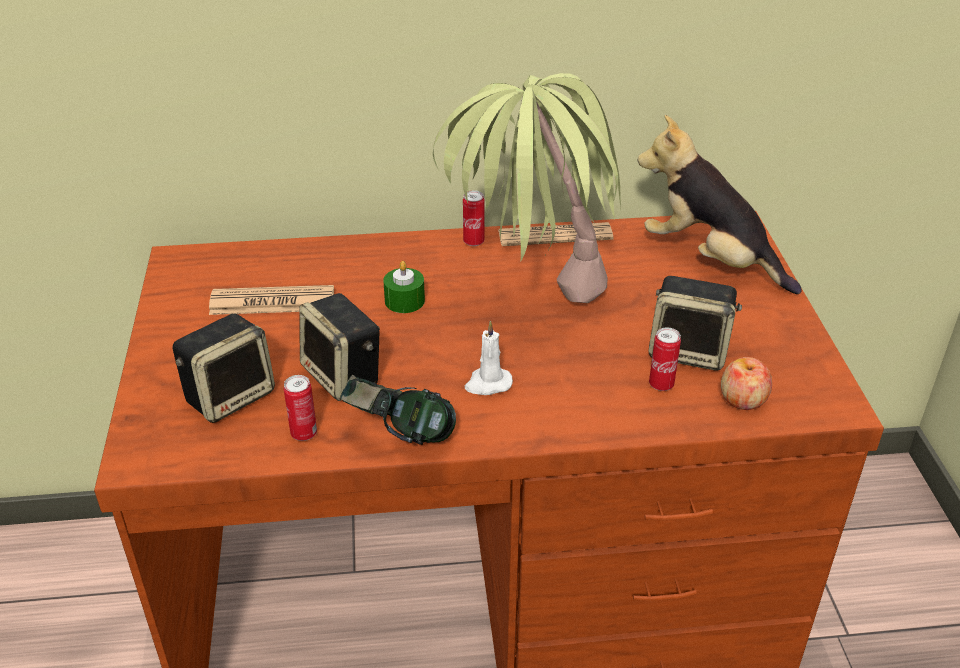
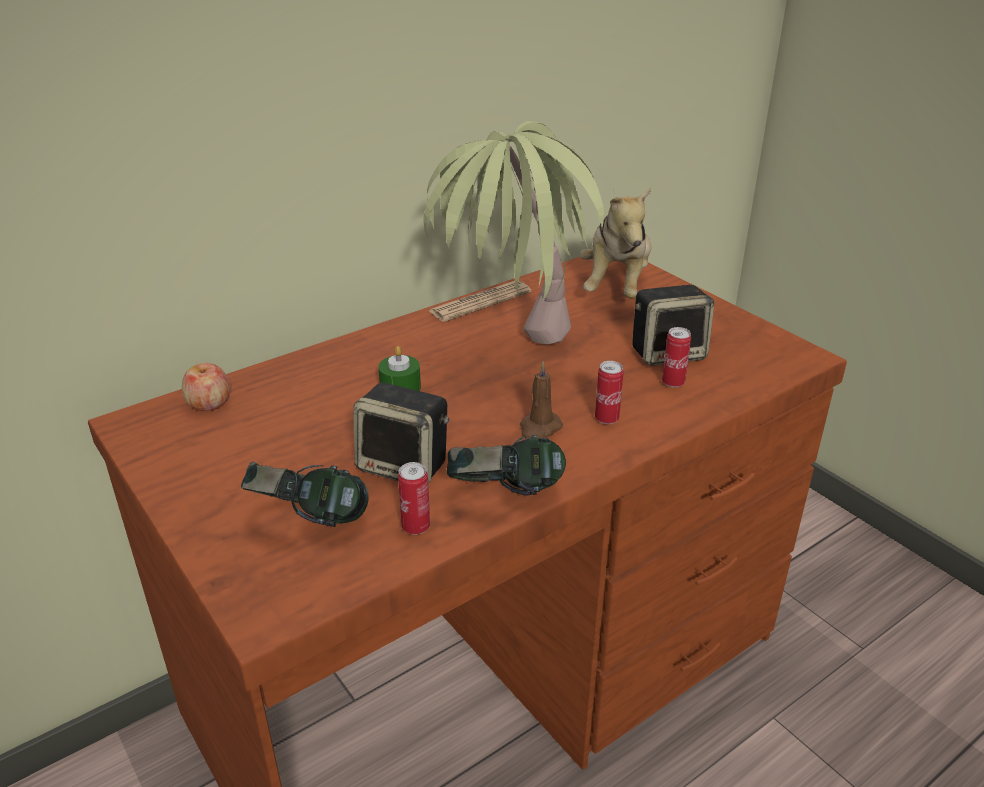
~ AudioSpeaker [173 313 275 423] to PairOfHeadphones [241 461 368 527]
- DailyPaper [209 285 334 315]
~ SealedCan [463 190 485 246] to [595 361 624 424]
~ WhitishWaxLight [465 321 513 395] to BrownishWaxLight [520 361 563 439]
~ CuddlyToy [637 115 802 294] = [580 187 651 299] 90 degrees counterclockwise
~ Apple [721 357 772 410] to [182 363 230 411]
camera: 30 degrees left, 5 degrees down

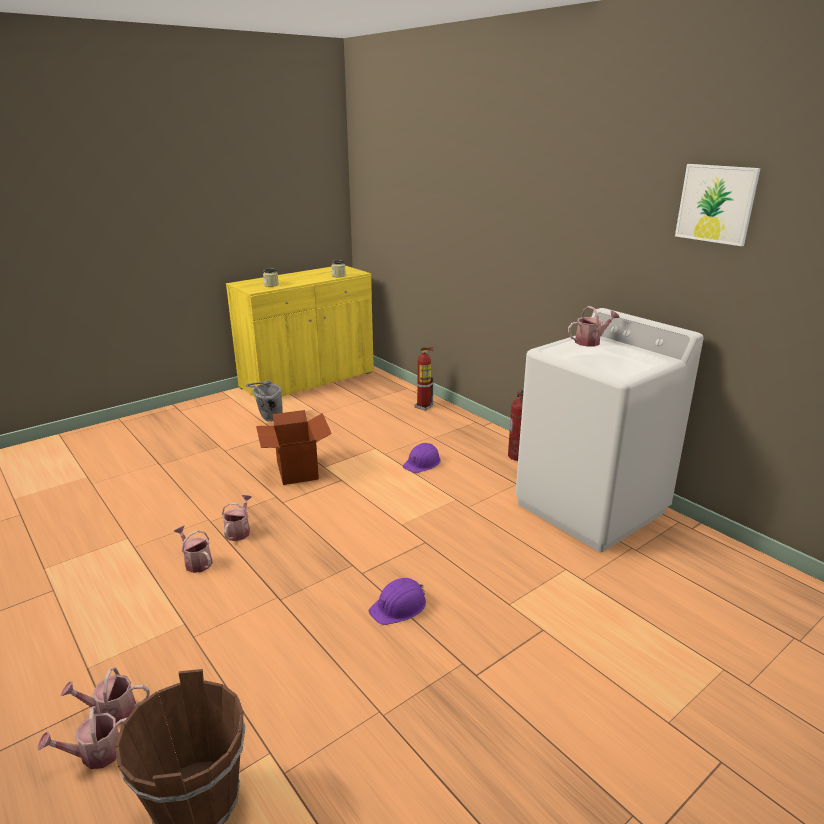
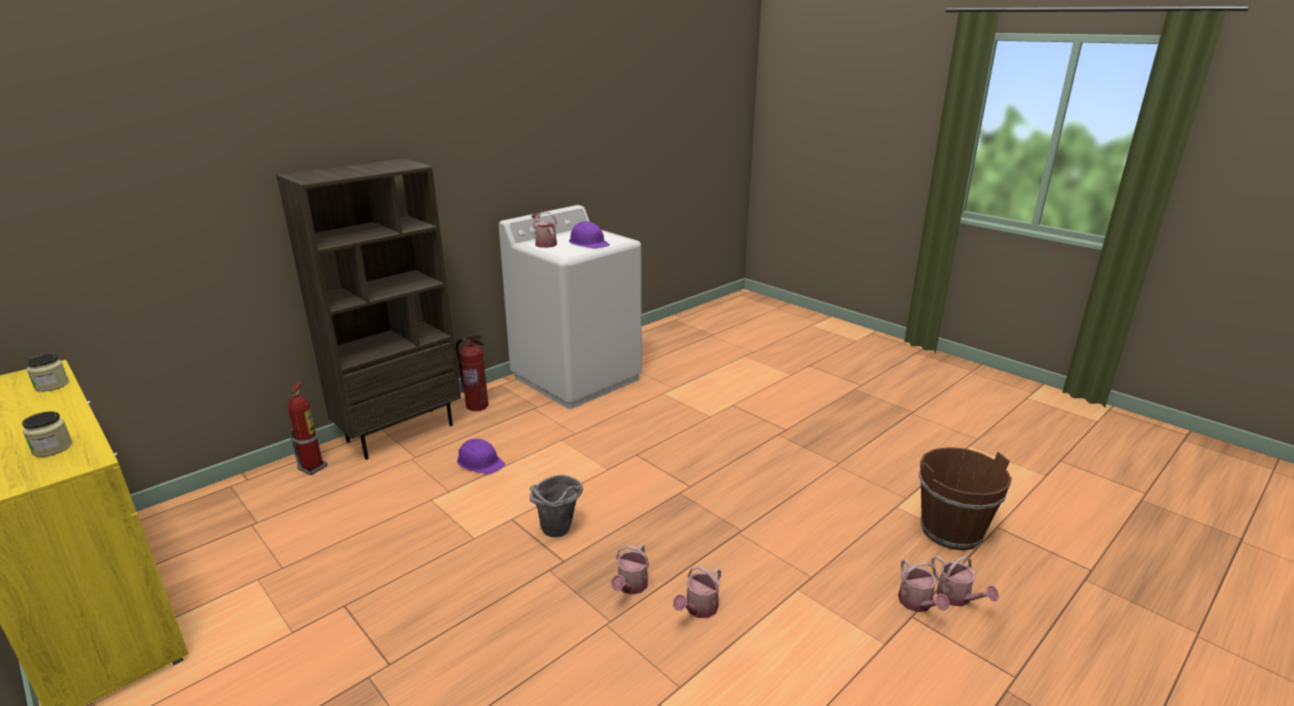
~ SprinklingCan [222 495 252 541] = [611 544 649 595] 75 degrees counterclockwise
~ GreyWaterBucket [246 380 283 421] to [529 475 583 537]
- PackingBox [256 410 332 485]
~ PurplishSafetyHelmet [369 578 426 625] to [569 221 610 248]
- Picture [675 164 761 246]
+ BrownishBookcase [276 158 461 460]
camera: 95 degrees left, 0 degrees up

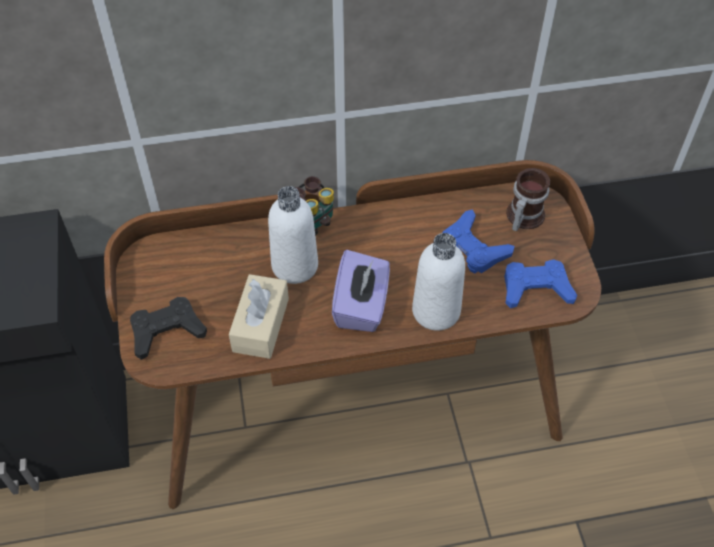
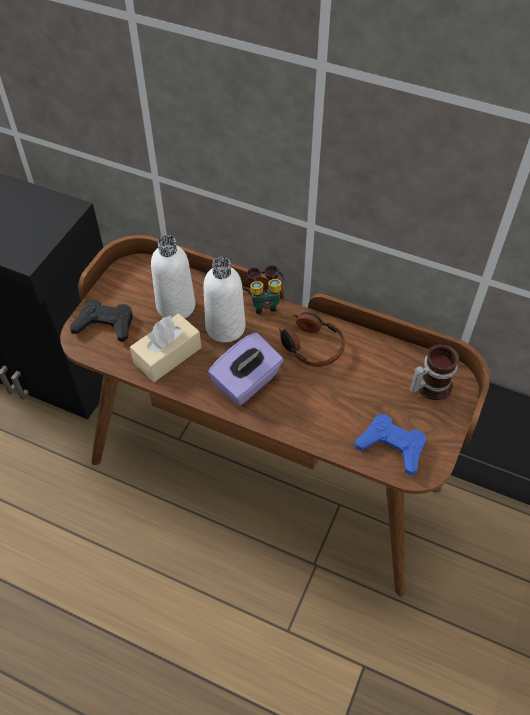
~ WhitishBeverageBottle [412 233 465 331] to [151 235 195 318]
- BlueGameController [442 209 515 273]
+ PairOfHeadphones [278 312 345 367]
camera: 35 degrees right, 0 degrees up

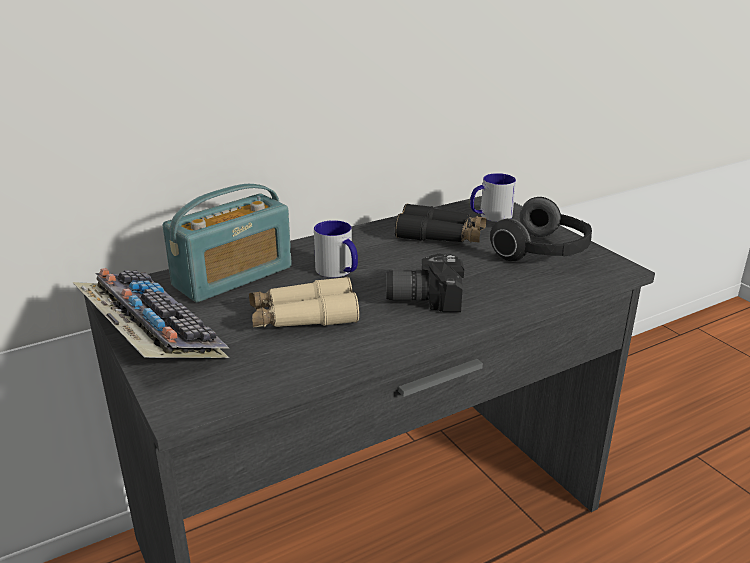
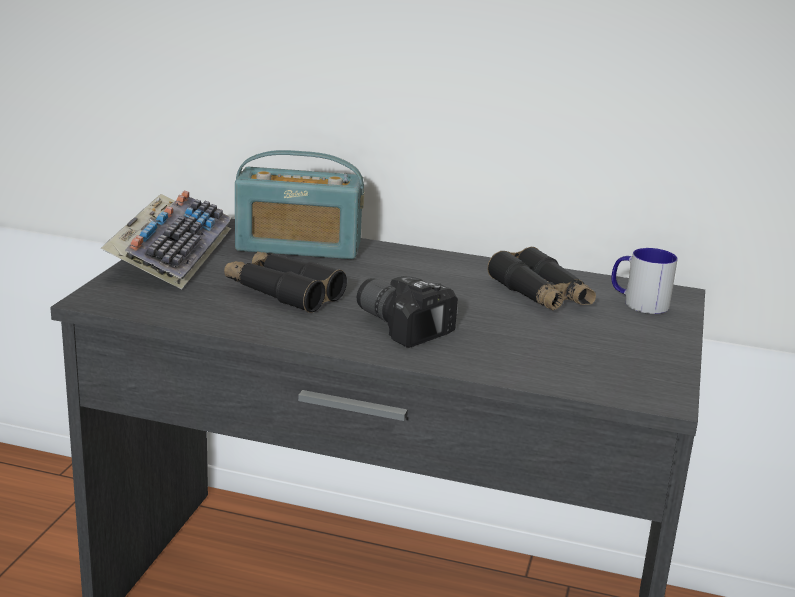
~ BeigeBinoculars [249 276 359 327] to BlackColouredBinoculars [224 251 347 313]
- Mug [314 220 358 278]
- PairOfHeadphones [490 197 592 262]
camera: 45 degrees right, 5 degrees down

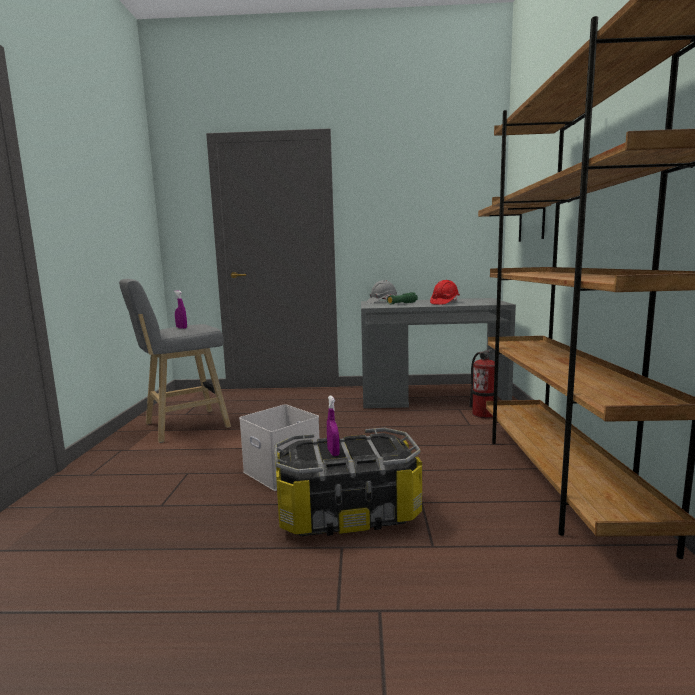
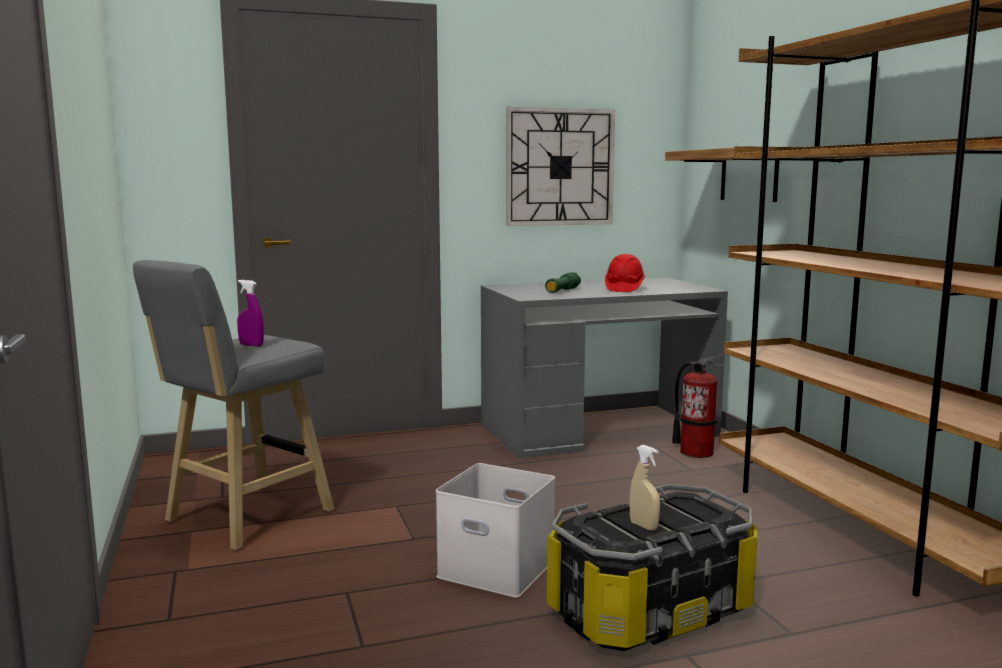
~ PurplishSprayer [327 396 340 456] to BeigeSprayer [630 445 660 531]
- GreySafetyHelmet [367 280 398 303]
+ WallClock [506 107 615 226]
camera: 20 degrees left, 0 degrees up

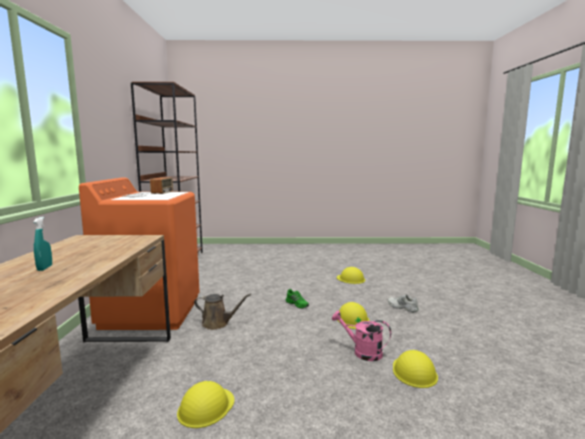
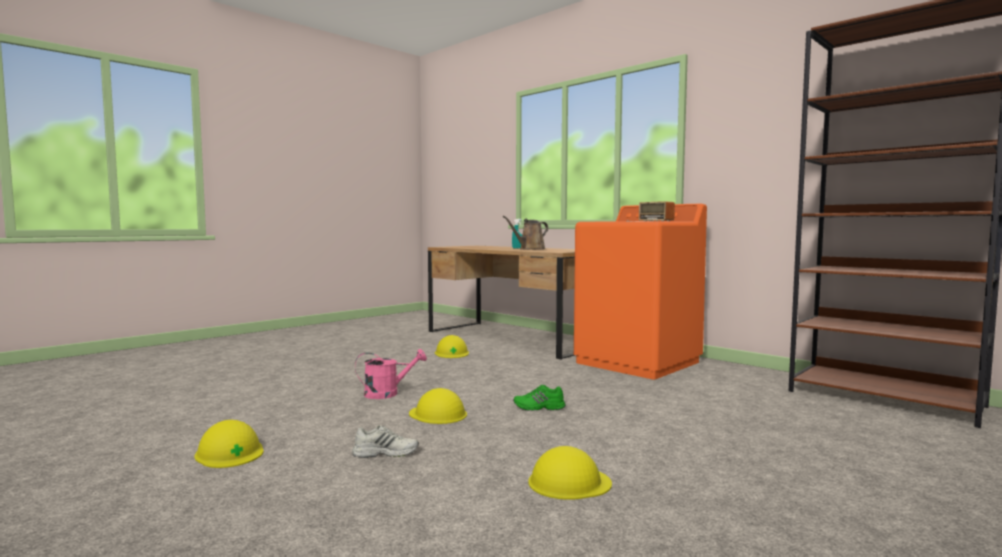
~ BrownishSprinklingCan [194 294 251 330] to [503 216 548 250]
~ YellowSafetyHelmet [393 350 438 388] to [194 420 263 468]
camera: 135 degrees right, 5 degrees down

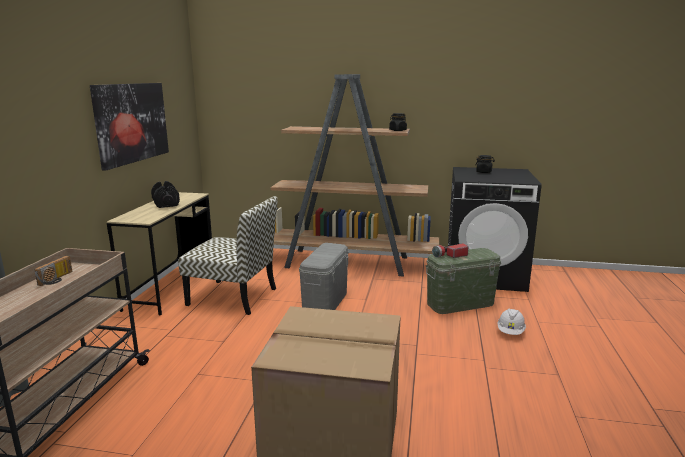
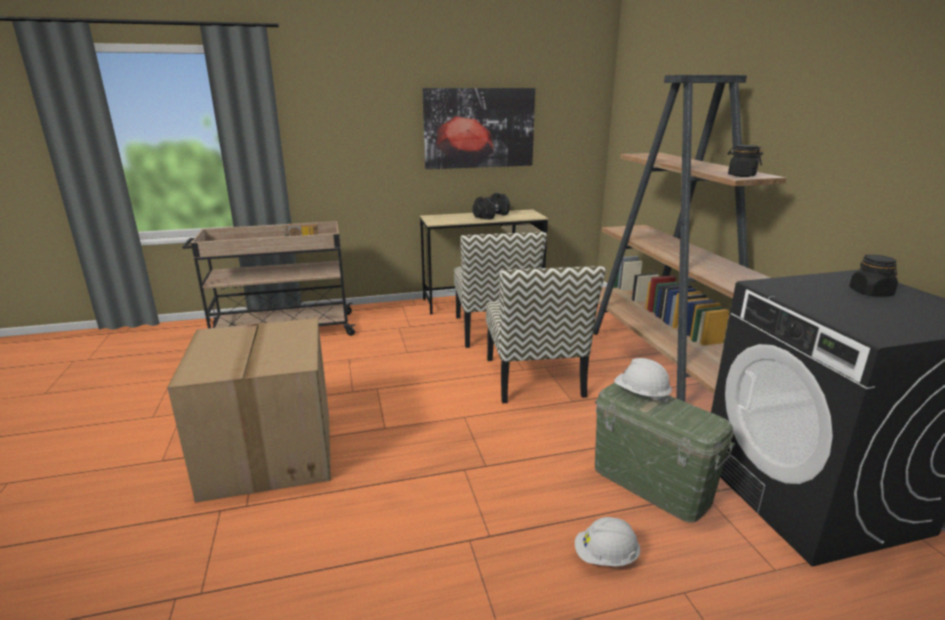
~ GreyStorageContainer [299 243 349 310] to PlainChair [486 266 606 403]
~ Flashlight [432 243 468 258] to WhitishSafetyHelmet [614 358 672 403]
camera: 65 degrees right, 5 degrees up

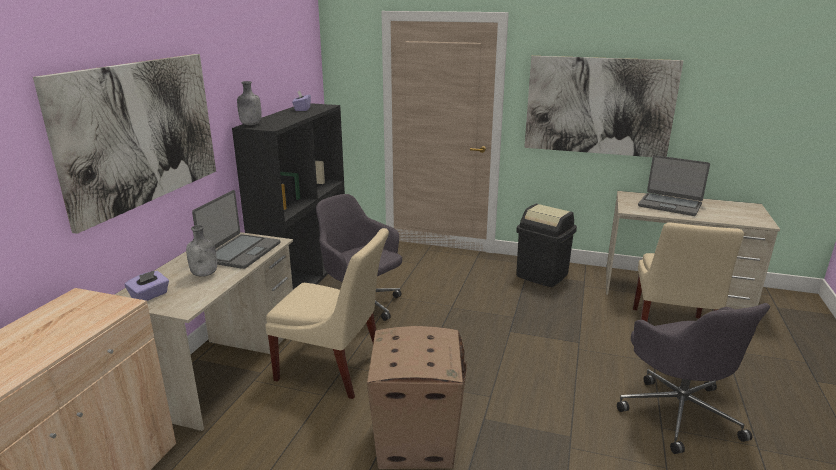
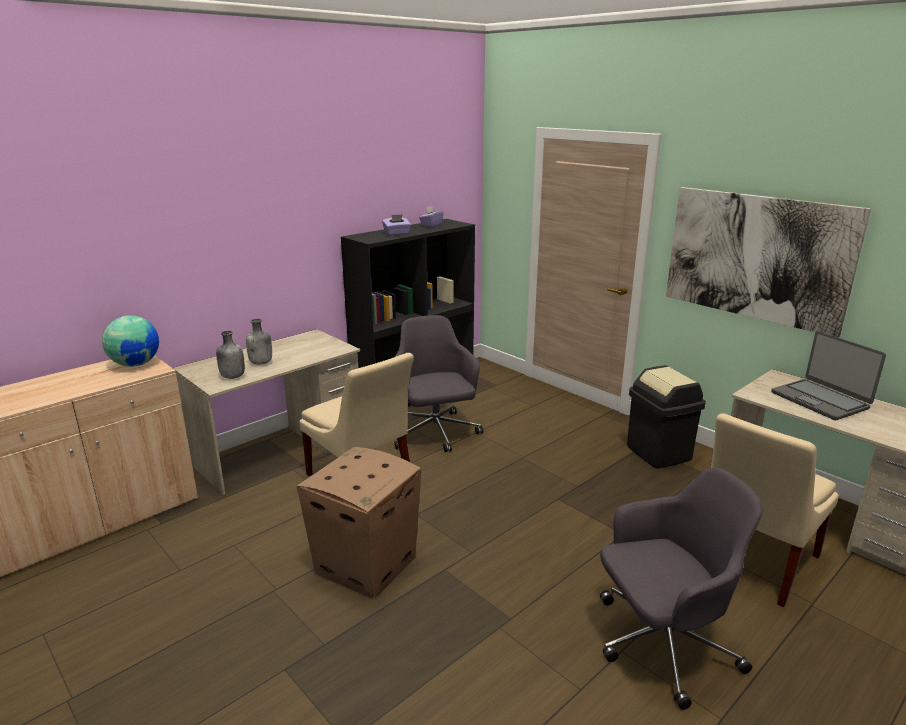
- Picture [33 54 216 234]
~ PurplishTissueBox [125 270 169 301] to [382 214 411 236]
- PortableComputer [192 190 281 269]
~ GreyBeverageBottle [237 81 262 125] to [216 331 245 379]
~ GreyOfficeChair [617 303 770 454] = [600 467 763 710] 120 degrees counterclockwise
+ Globe [102 315 159 367]
camera: 30 degrees right, 0 degrees up

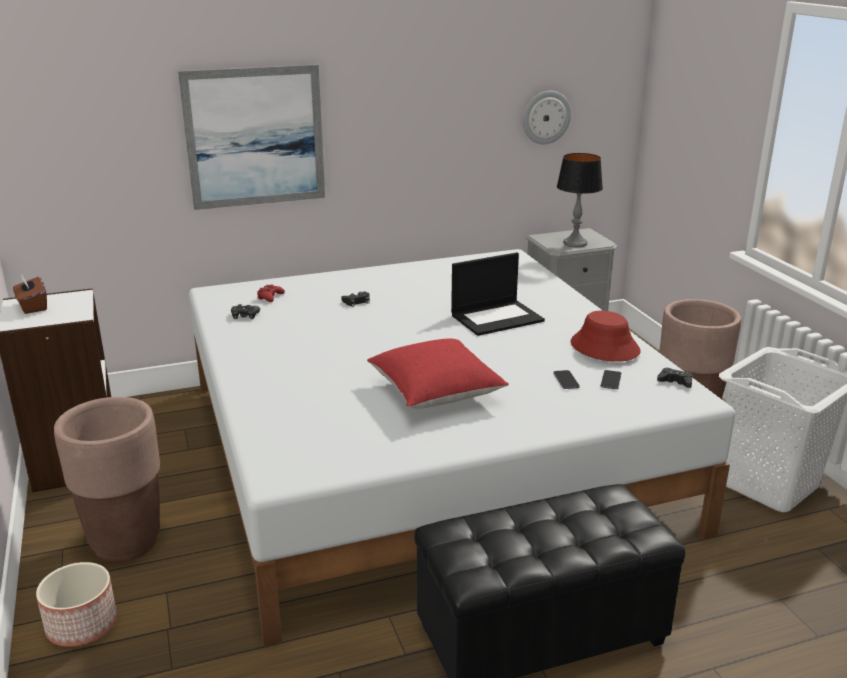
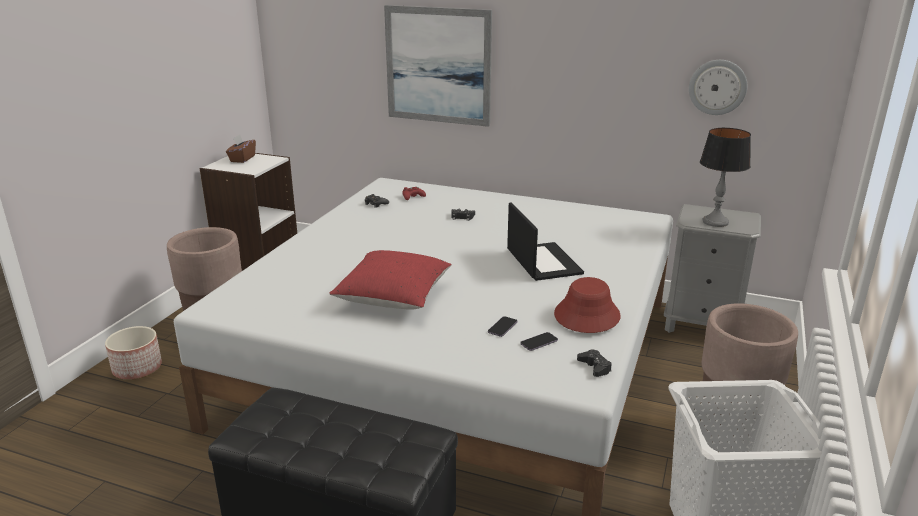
~ PortableComputer [451 252 545 336] = [507 202 584 281] 120 degrees counterclockwise
camera: 40 degrees right, 0 degrees up

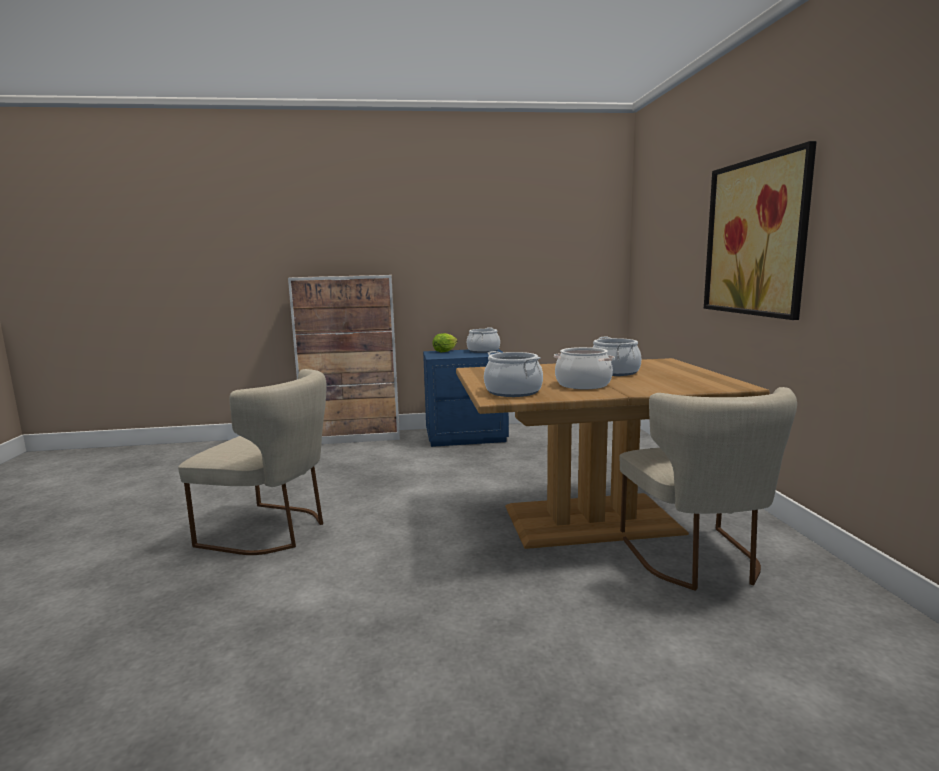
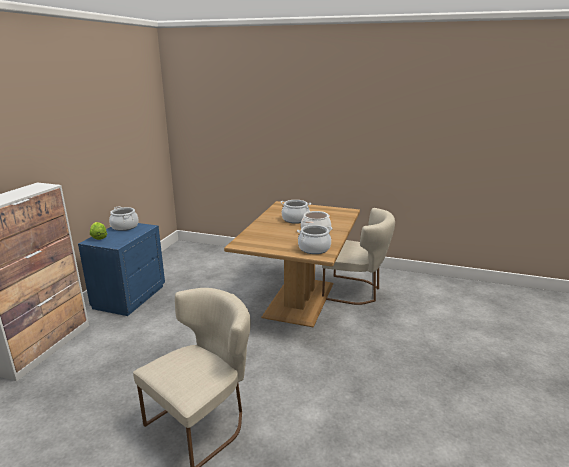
- Picture [704 141 817 320]
camera: 65 degrees left, 10 degrees up

